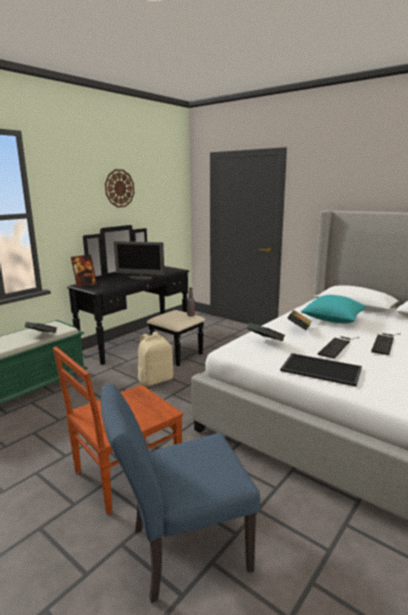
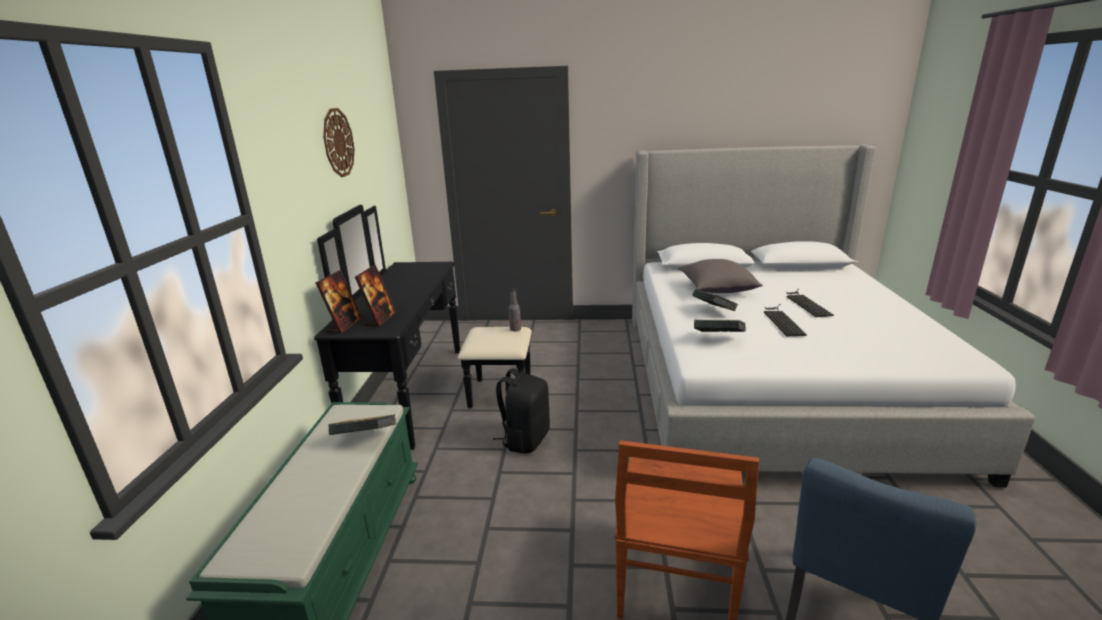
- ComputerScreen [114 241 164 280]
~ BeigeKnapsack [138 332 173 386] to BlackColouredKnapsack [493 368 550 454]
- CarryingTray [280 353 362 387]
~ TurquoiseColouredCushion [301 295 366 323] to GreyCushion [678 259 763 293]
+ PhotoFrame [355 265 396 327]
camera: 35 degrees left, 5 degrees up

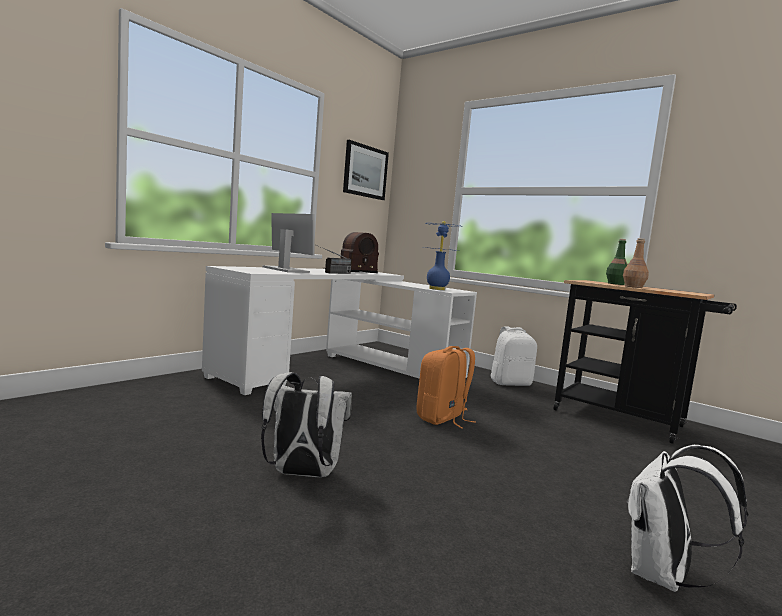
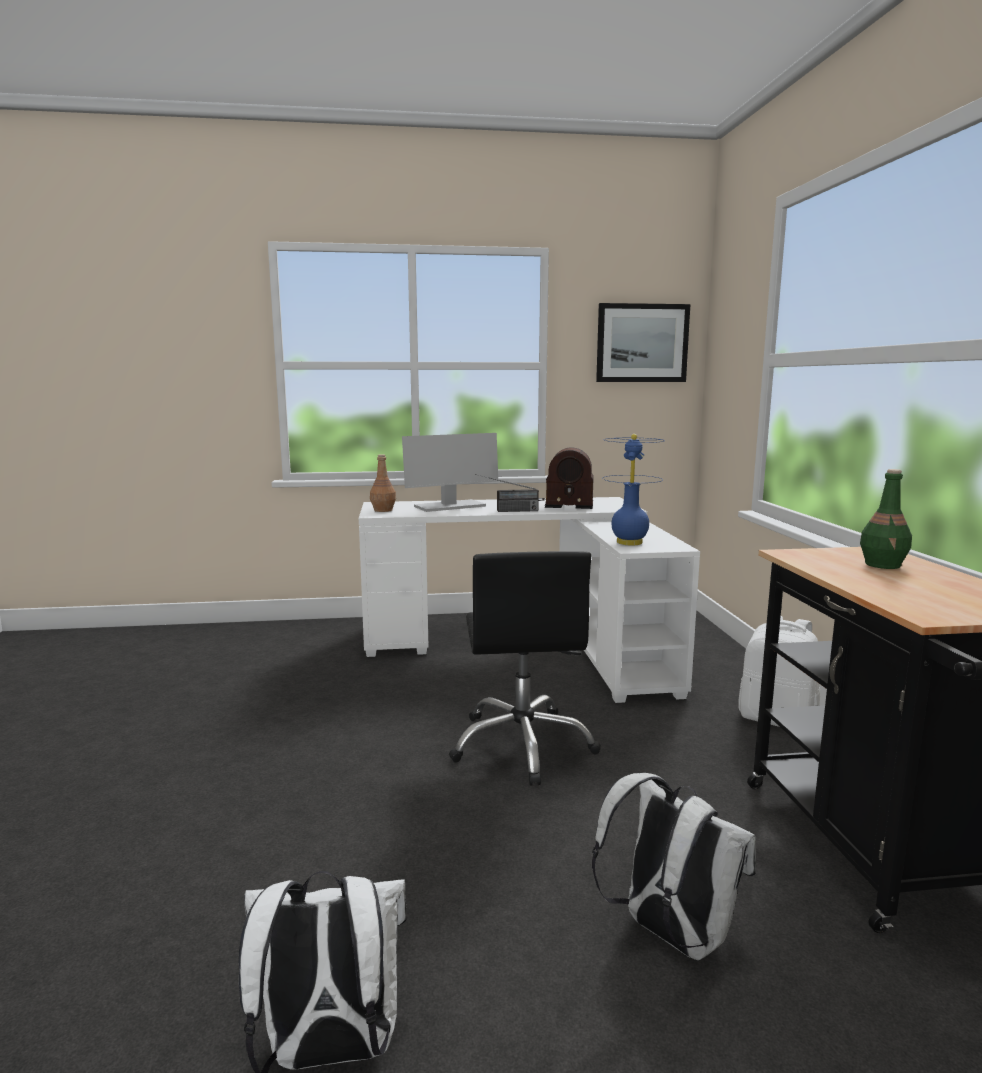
~ WhitishKnapsack [261 372 352 477] to [592 773 756 960]
~ ComputerScreen [262 213 314 273] = [402 433 498 512] 60 degrees clockwise
~ OrangeyKnapsack [417 346 476 429] to BlackColouredOfficeChair [449 551 601 786]
~ BrownishBeverageBottle [623 238 649 288] to [370 454 396 512]
camera: 45 degrees right, 5 degrees up

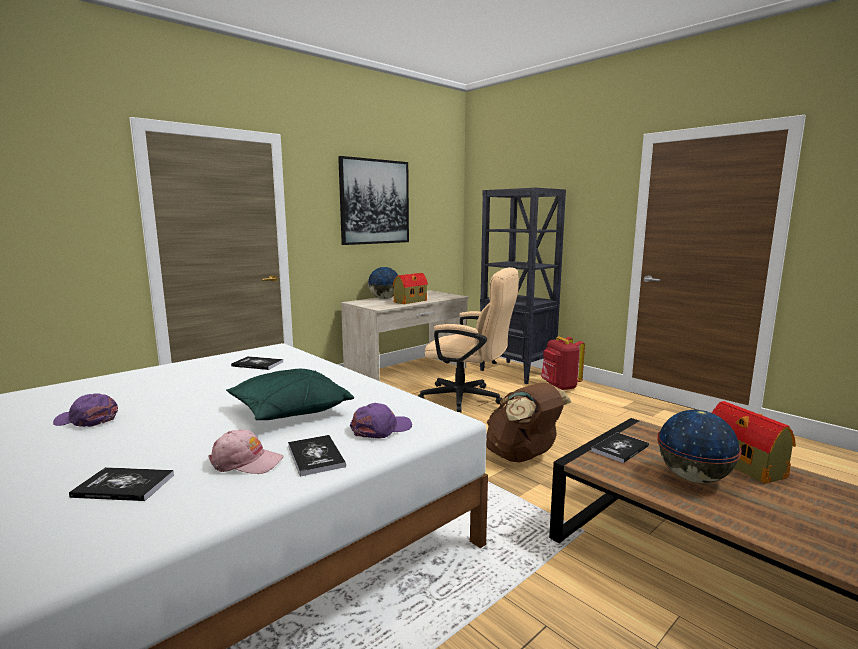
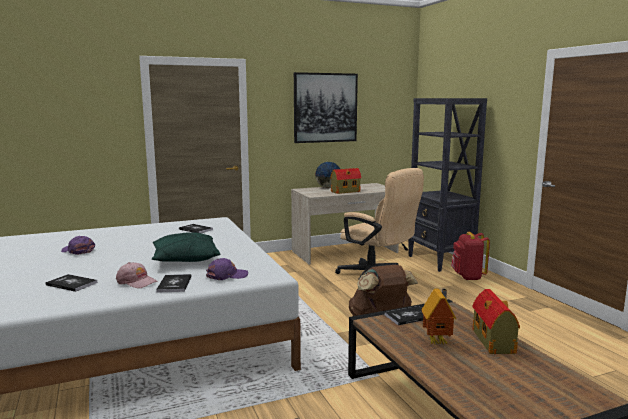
~ Globe [657 410 742 483] to MiniatureHouse [422 288 456 344]
camera: 20 degrees right, 0 degrees up

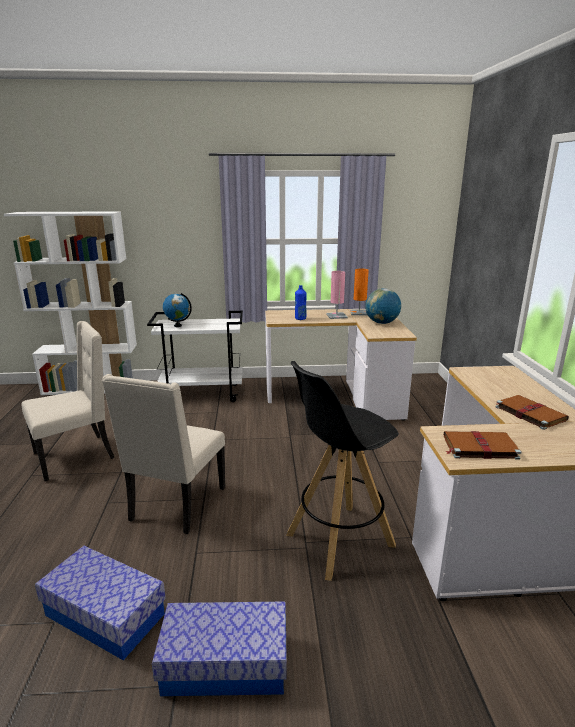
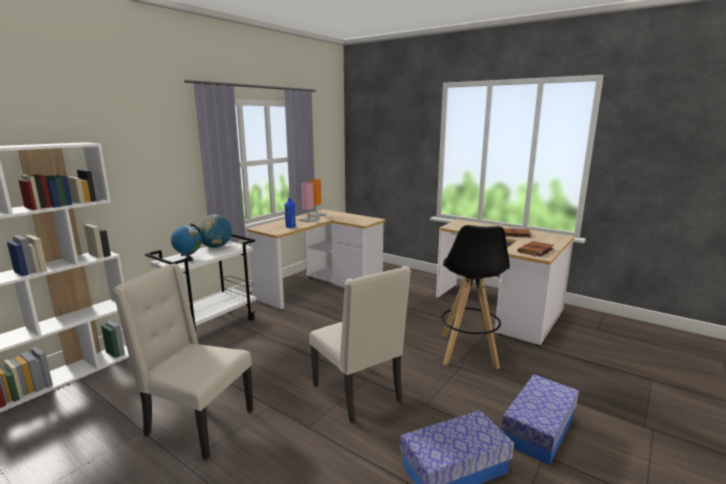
~ BeigePlainChair [22 321 114 481] = [113 264 253 460] 75 degrees counterclockwise
~ Globe [365 288 401 324] to [197 215 232 248]
camera: 50 degrees left, 5 degrees down

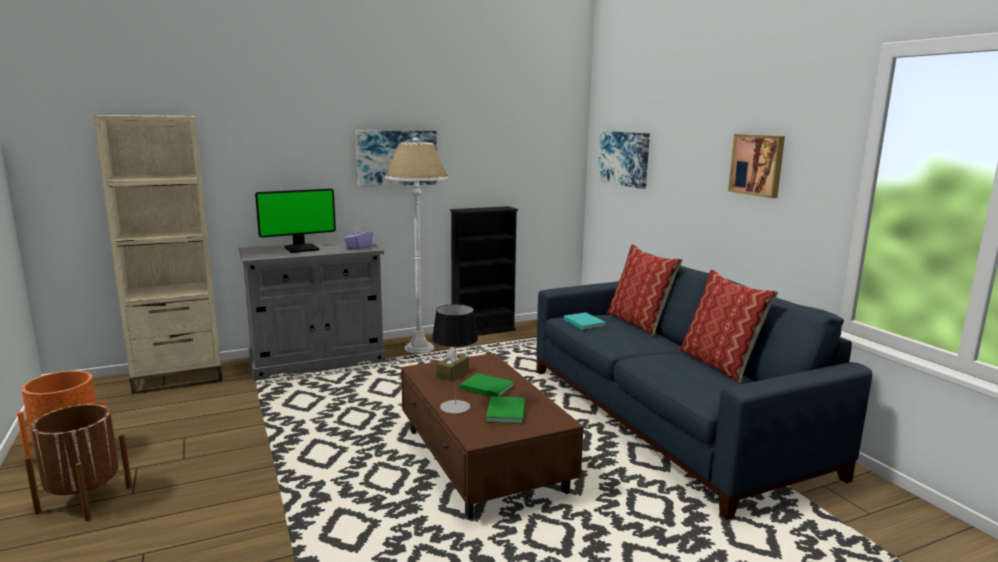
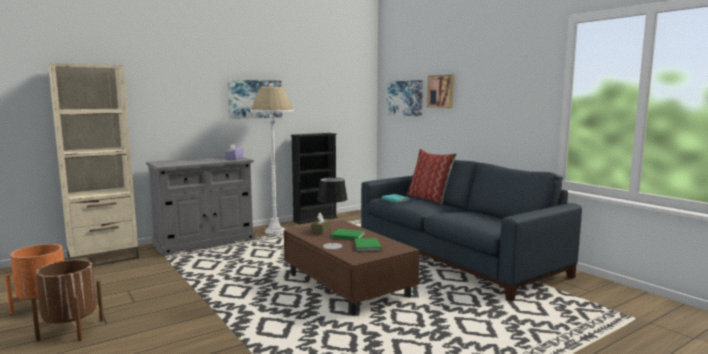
- ComputerScreen [255 189 336 253]
- Cushion [679 269 778 384]
~ Picture [728 134 785 198] to [427 75 454 108]
camera: 10 degrees left, 5 degrees down

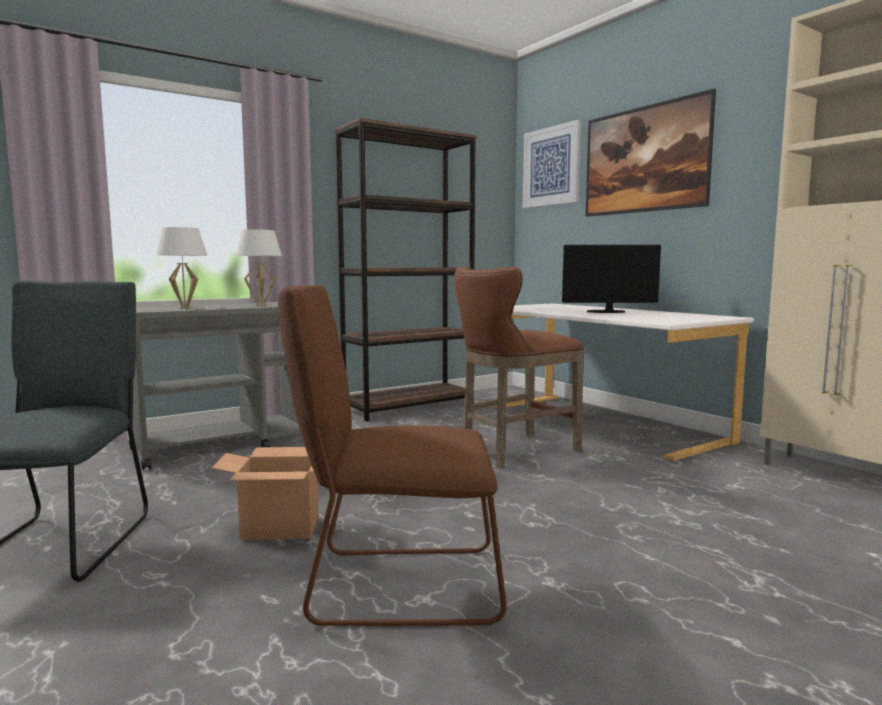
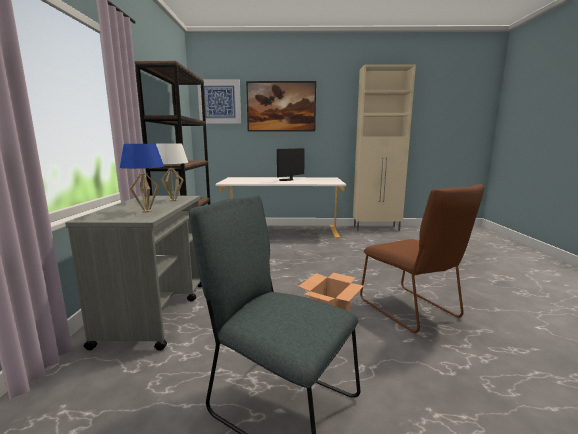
~ WhitishTabletopLamp [156 227 207 309] to BlueTabletopLamp [120 144 164 212]
~ BrownishPlainChair [278 285 507 626] = [360 184 484 333] 60 degrees counterclockwise
- BrownishStool [454 267 584 468]
camera: 55 degrees left, 5 degrees up

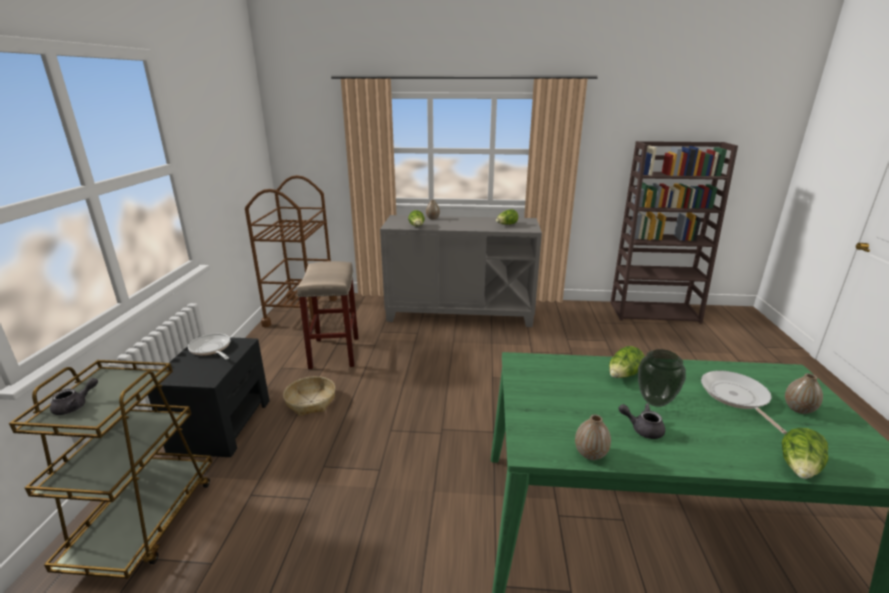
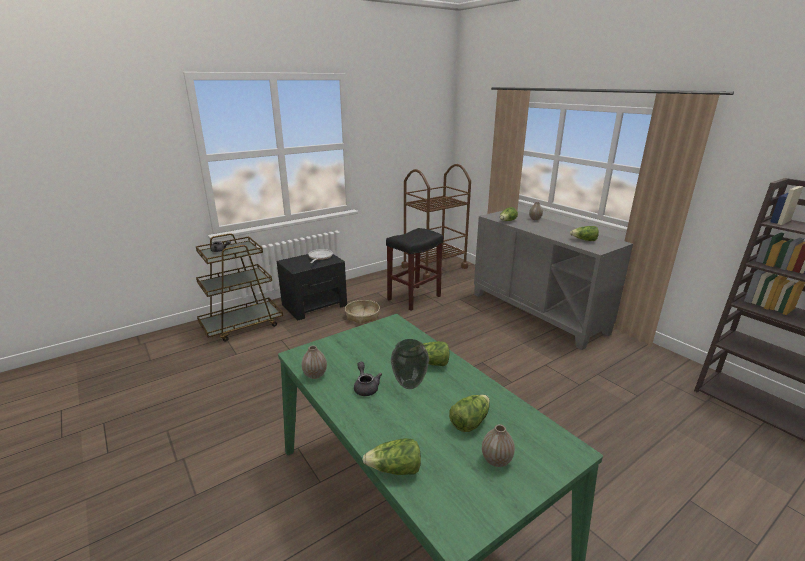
~ BeigeStool [297 261 358 369] to BlackColouredStool [386 228 443 311]
~ Skillet [701 371 787 434] to LettuceHead [449 395 490 432]
camera: 50 degrees right, 0 degrees up

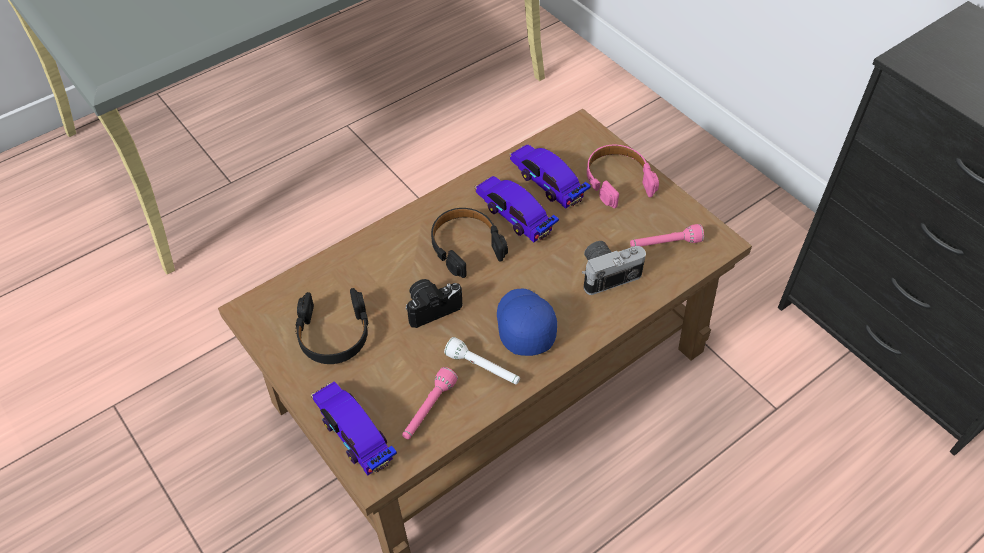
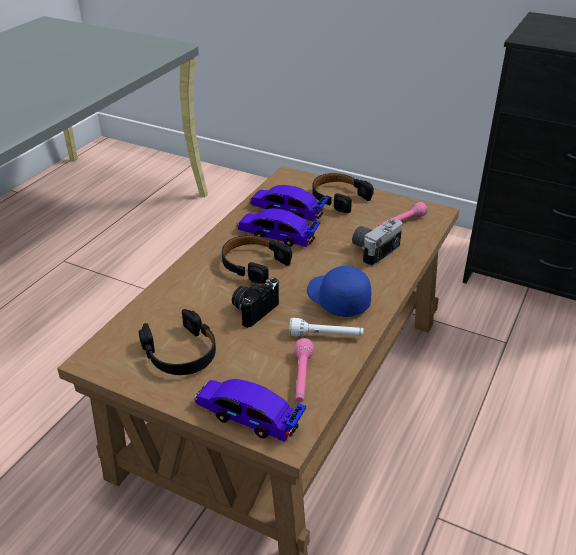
~ PinkishPairOfHeadphones [587 145 659 208] to BlackColouredPairOfHeadphones [312 173 374 213]
camera: 25 degrees left, 15 degrees down

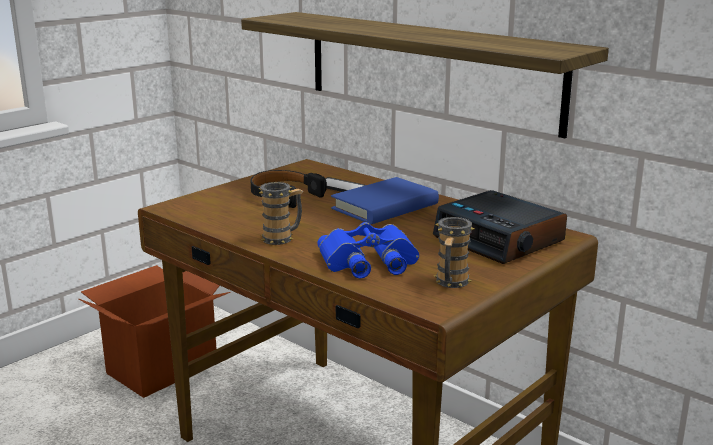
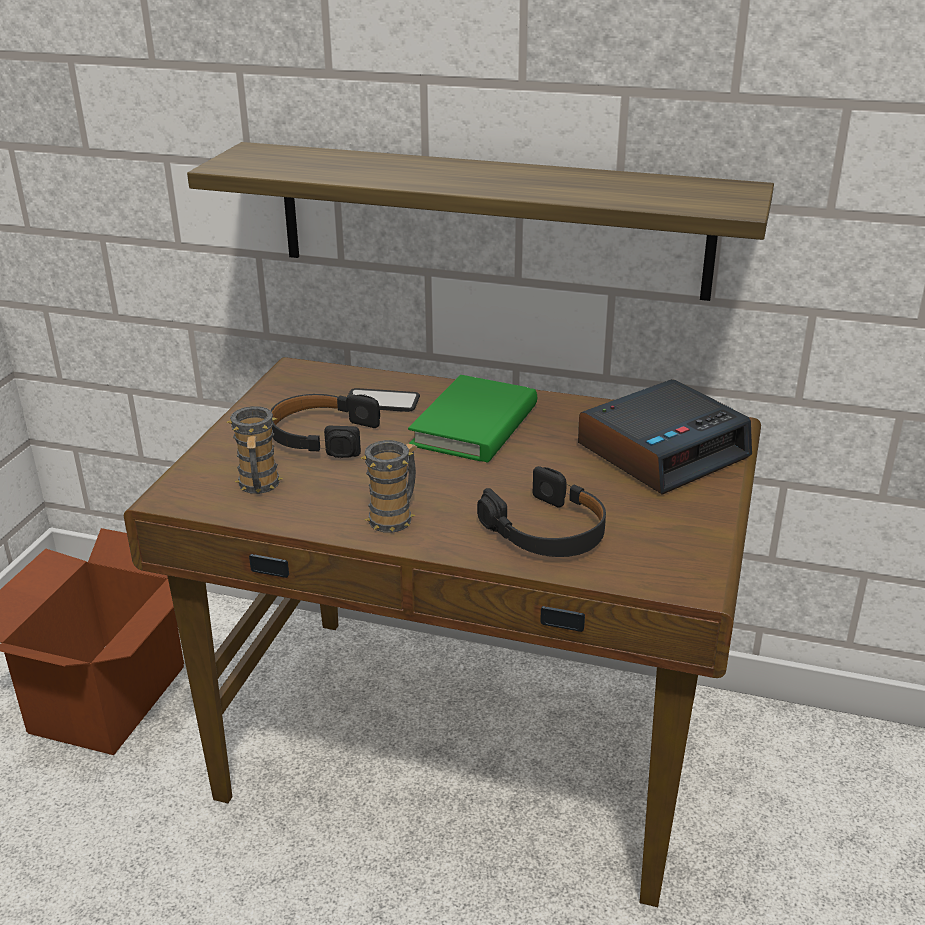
~ BlueBinoculars [317 222 419 279] to BlackColouredPairOfHeadphones [477 466 606 557]
~ BlueBook [331 177 439 224] to GreenBook [408 375 537 462]
~ TableClock [433 190 567 264] = [578 379 752 495] 60 degrees counterclockwise
~ Mug [434 217 475 288] to [227 406 283 494]
camera: 25 degrees left, 10 degrees up

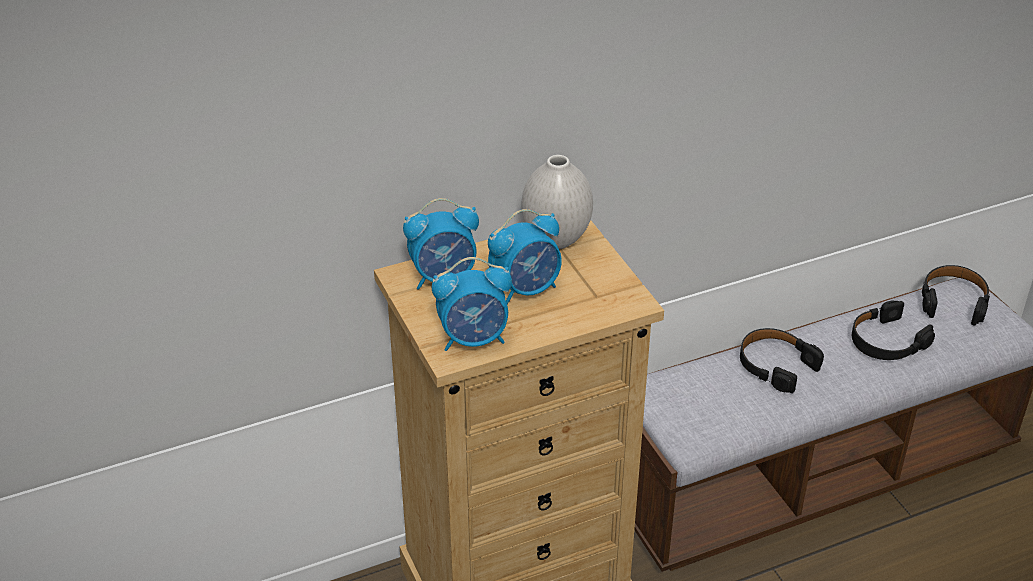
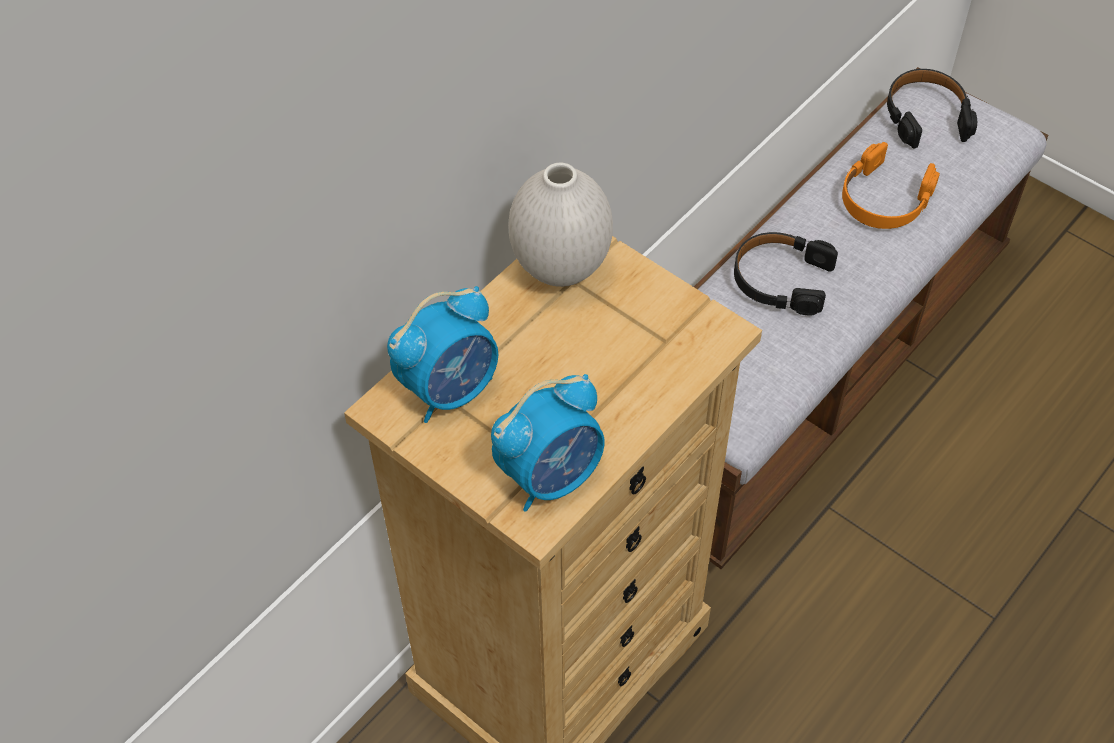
- TableClock [488 209 562 304]
~ BlackColouredPairOfHeadphones [852 300 935 360] to OrangeyPairOfHeadphones [842 142 940 229]
camera: 25 degrees left, 15 degrees up

